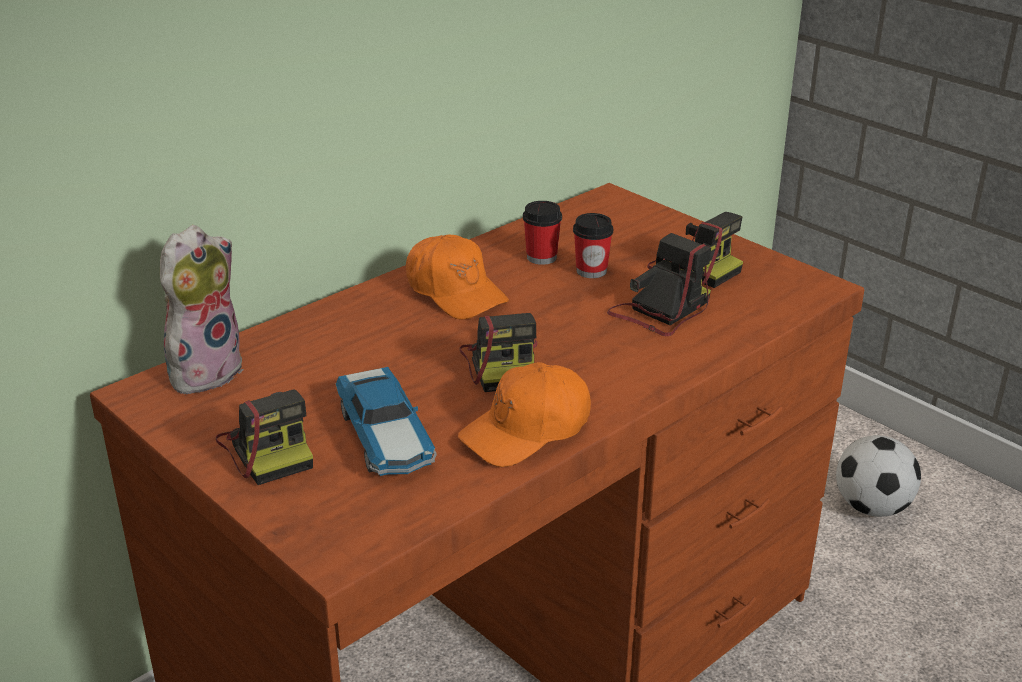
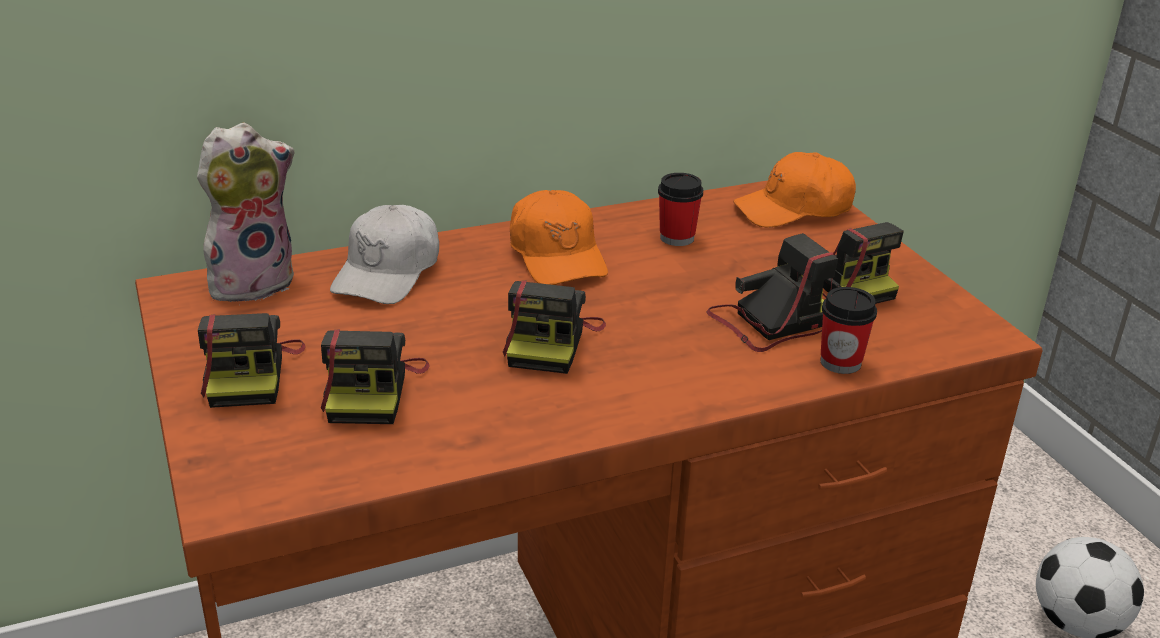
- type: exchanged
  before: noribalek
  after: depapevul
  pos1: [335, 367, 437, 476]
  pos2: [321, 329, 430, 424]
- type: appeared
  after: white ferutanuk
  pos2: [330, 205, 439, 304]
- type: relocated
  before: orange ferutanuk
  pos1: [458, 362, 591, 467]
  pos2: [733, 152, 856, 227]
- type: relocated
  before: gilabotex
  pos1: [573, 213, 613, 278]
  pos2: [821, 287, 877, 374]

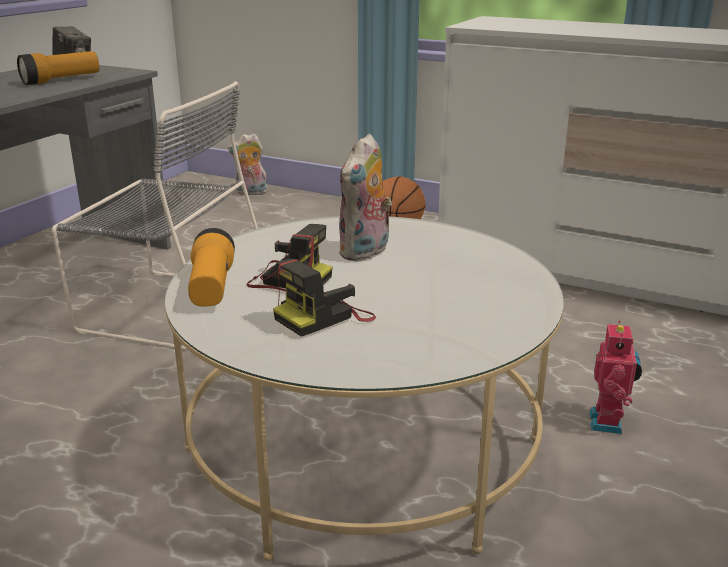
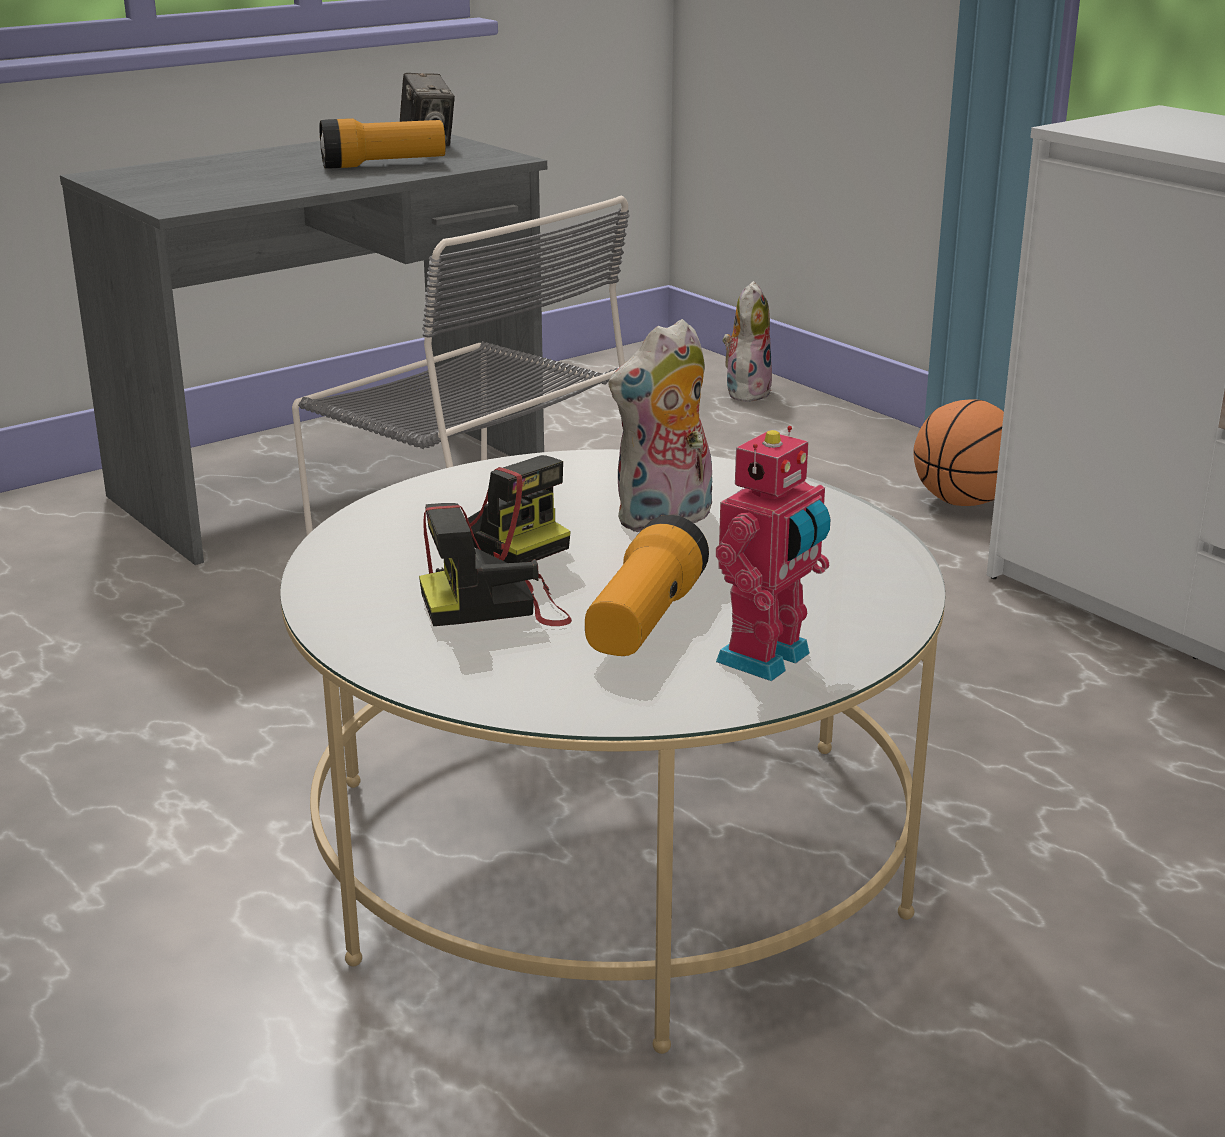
- type: relocated
  before: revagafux
  pos1: [188, 228, 235, 307]
  pos2: [585, 515, 709, 656]
- type: relocated
  before: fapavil
  pos1: [590, 320, 642, 434]
  pos2: [716, 426, 831, 681]
- type: spun
  before: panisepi
  pos1: [228, 133, 268, 195]
  pos2: [722, 281, 772, 402]
  turn: 90

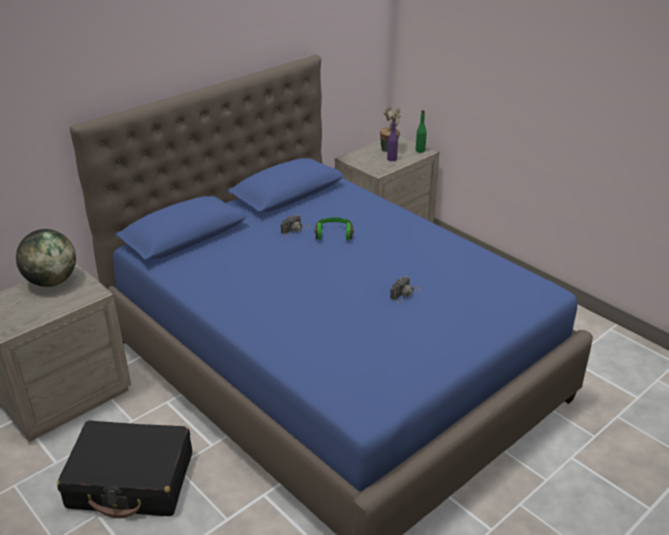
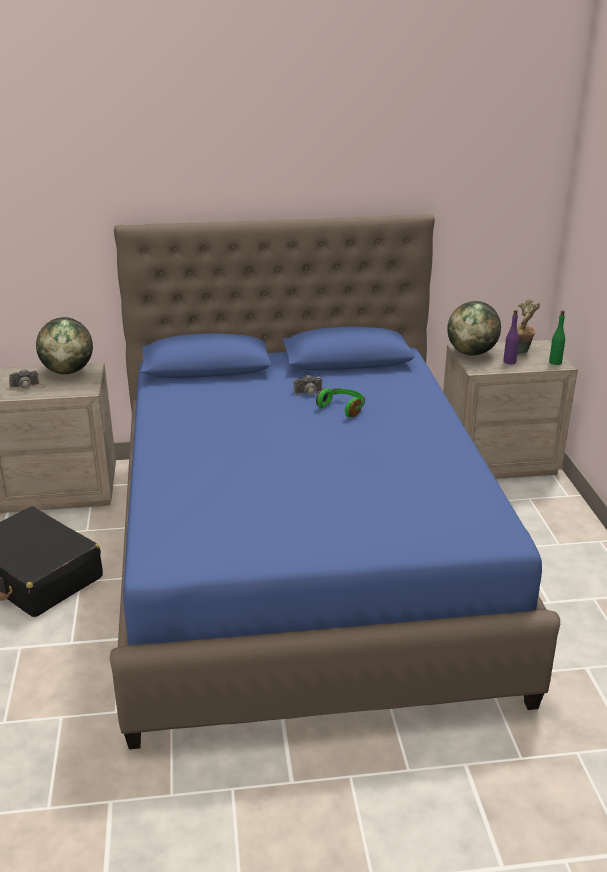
- type: relocated
  before: depapevul
  pos1: [390, 276, 421, 303]
  pos2: [9, 370, 46, 390]
- type: appeared
  after: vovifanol
  pos2: [447, 301, 501, 355]

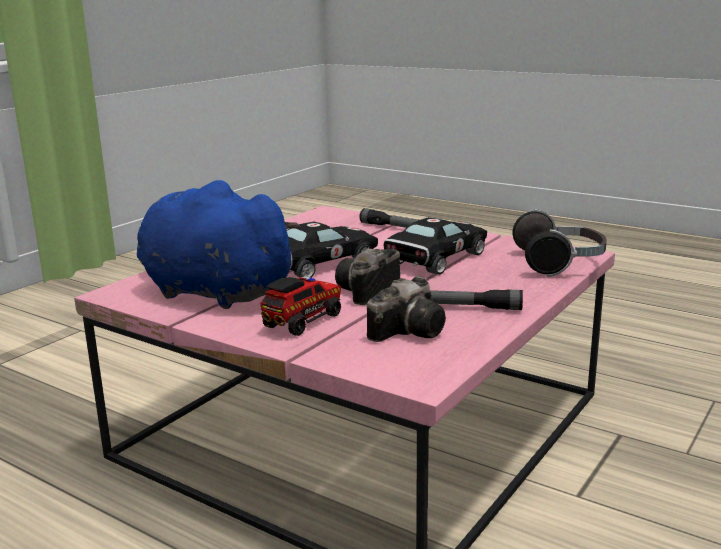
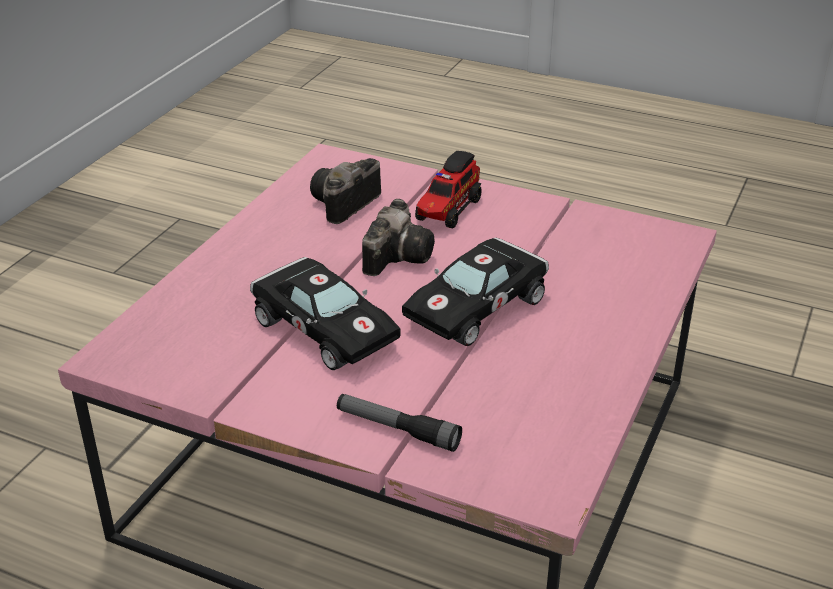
- type: spun
  before: black noribalek
  pos1: [384, 217, 487, 275]
  pos2: [250, 257, 401, 370]
  turn: -75
- type: missing
  before: blue panisepi
  pos1: [137, 180, 300, 309]
- type: missing
  before: revagafux
  pos1: [430, 289, 523, 310]
- type: missing
  before: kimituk
  pos1: [513, 209, 607, 277]

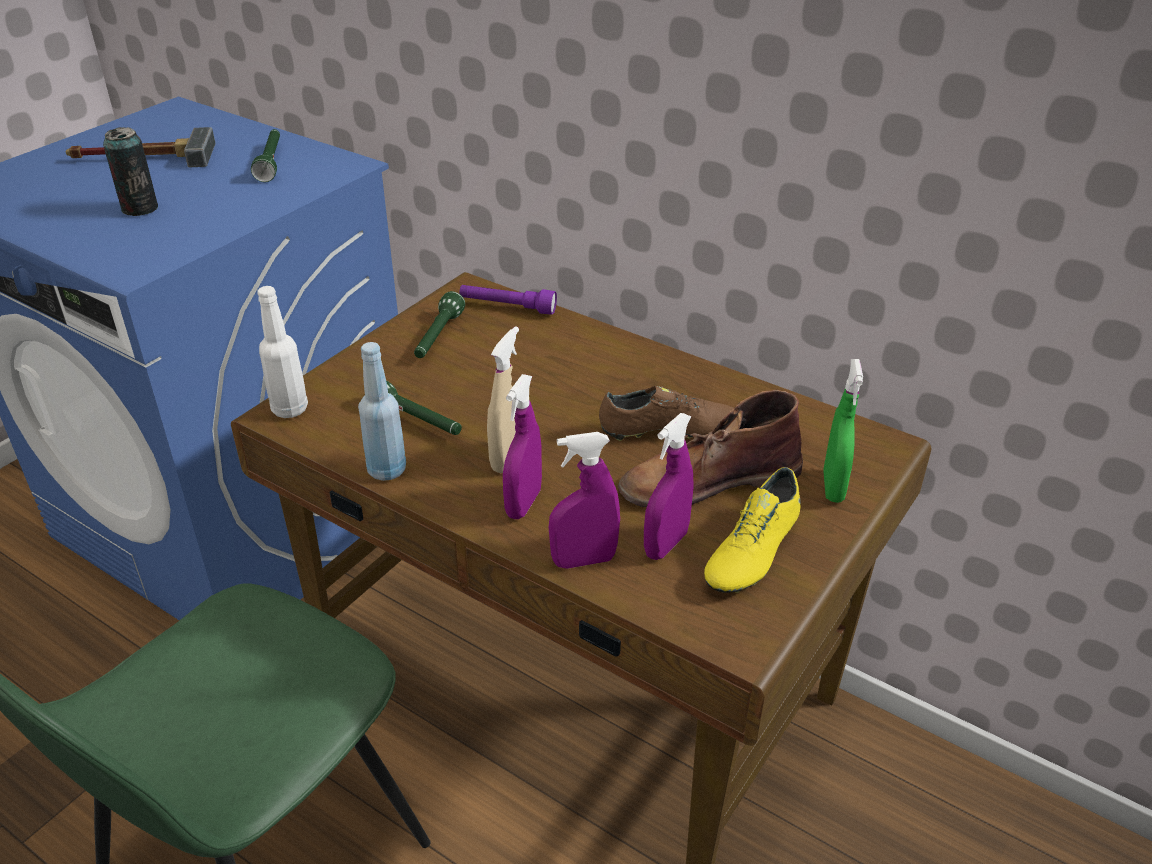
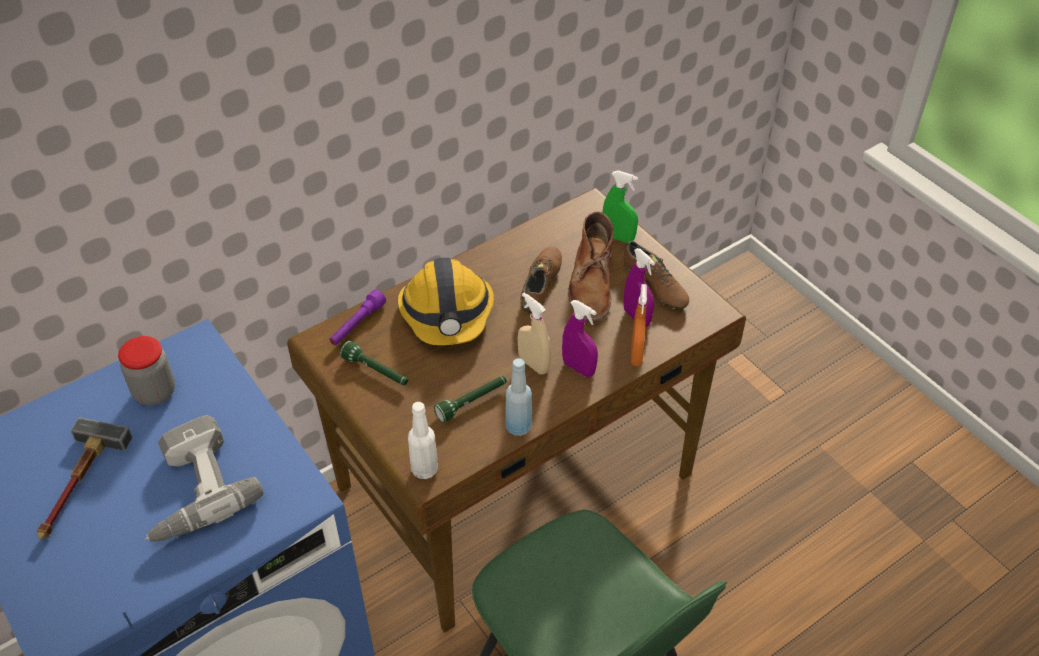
- type: exchanged
  before: green revagafux
  after: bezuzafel
  pos1: [251, 129, 280, 182]
  pos2: [118, 336, 175, 405]
- type: exchanged
  before: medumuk
  after: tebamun
  pos1: [103, 127, 158, 216]
  pos2: [145, 415, 263, 542]
- type: appeared
  after: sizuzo
  pos2: [398, 258, 494, 345]
- type: colour
  before: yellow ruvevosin
  after: brown ruvevosin
  pos1: [704, 467, 801, 593]
  pos2: [624, 241, 689, 309]
- type: colour
  before: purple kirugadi
  after: orange kirugadi
  pos1: [549, 432, 620, 569]
  pos2: [631, 284, 647, 366]

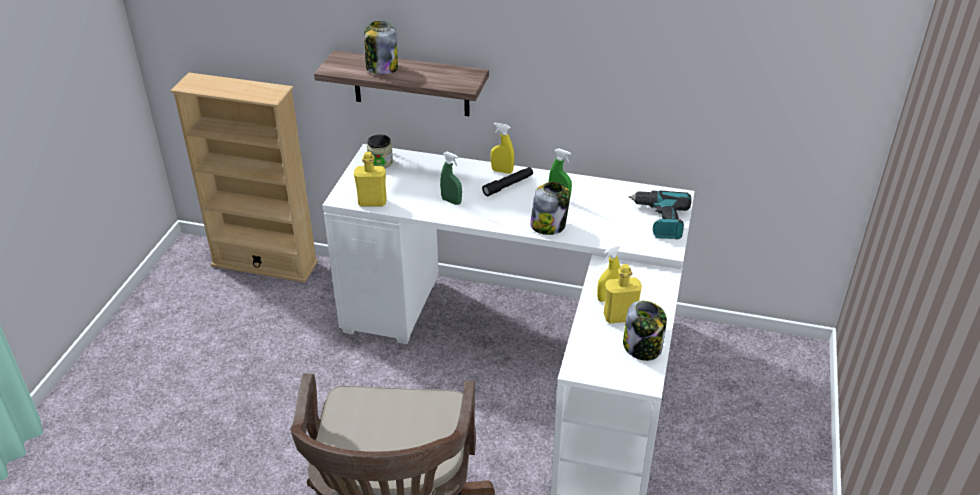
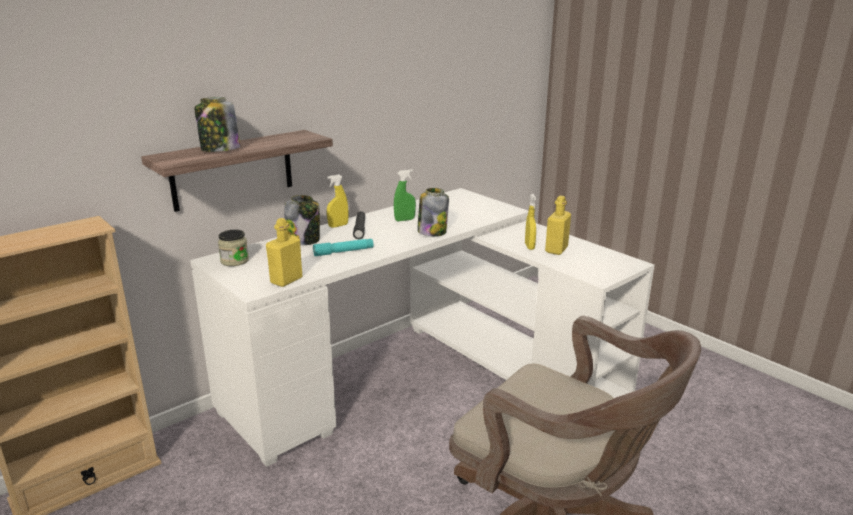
- type: relocated
  before: bezuzafel
  pos1: [623, 301, 667, 361]
  pos2: [284, 195, 320, 245]
- type: exchanged
  before: green kirugadi
  after: turquoise revagafux
  pos1: [440, 152, 462, 205]
  pos2: [313, 239, 374, 256]
- type: missing
  before: tebamun
  pos1: [628, 191, 692, 239]

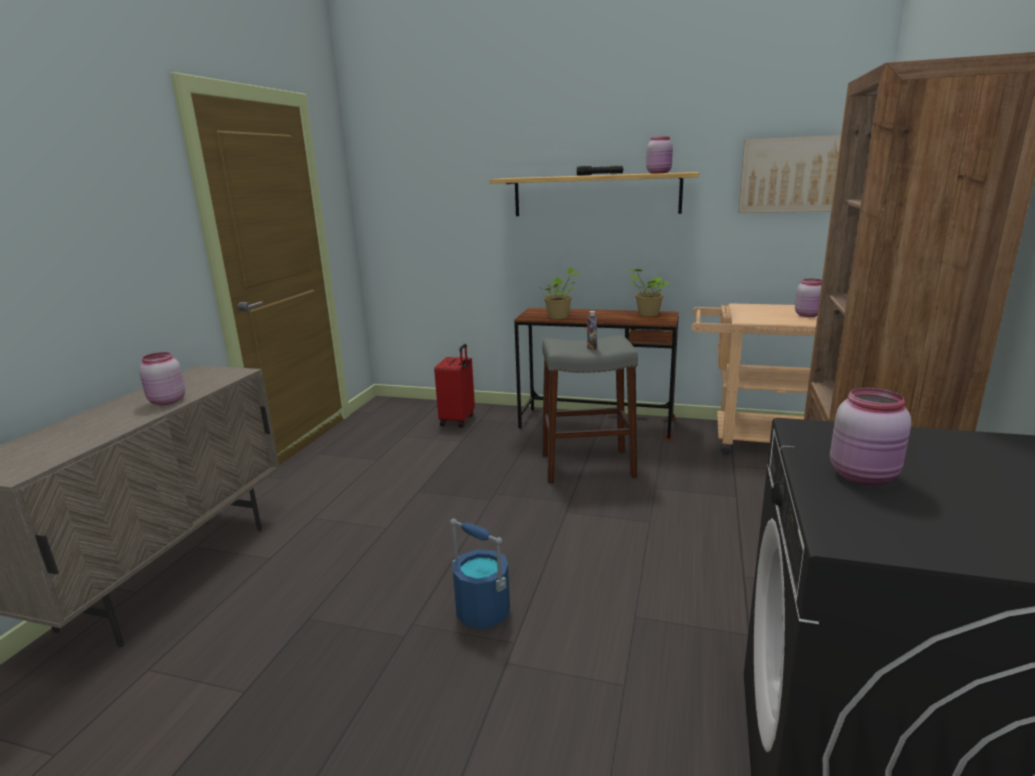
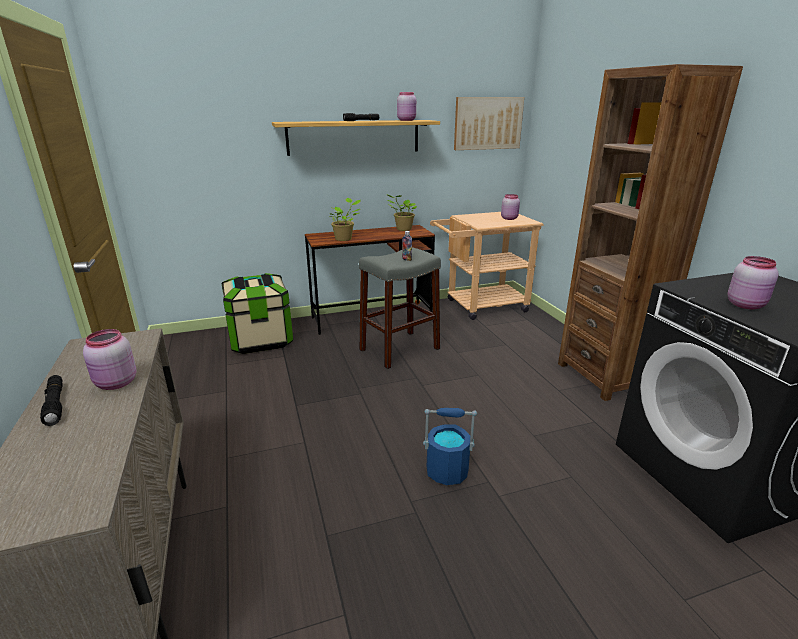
- type: appeared
  after: black revagafux
  pos2: [40, 375, 63, 426]
- type: exchanged
  before: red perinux
  after: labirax
  pos1: [434, 344, 475, 428]
  pos2: [222, 273, 293, 354]

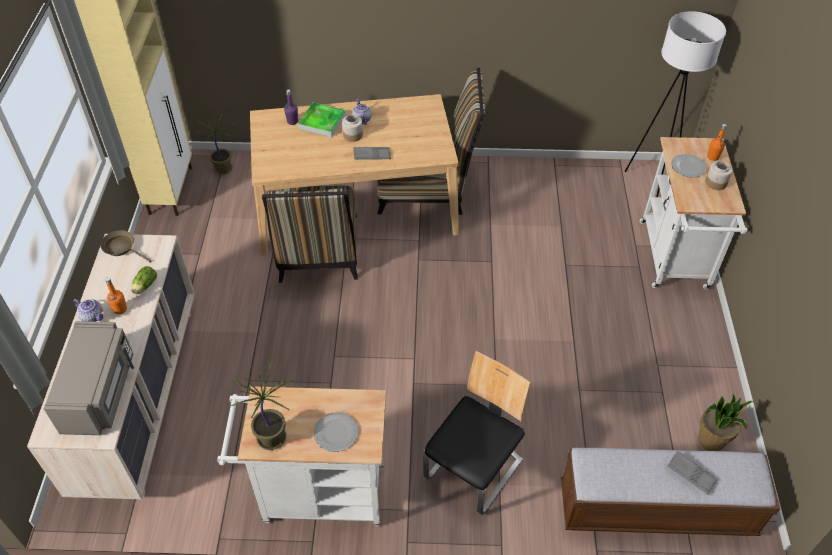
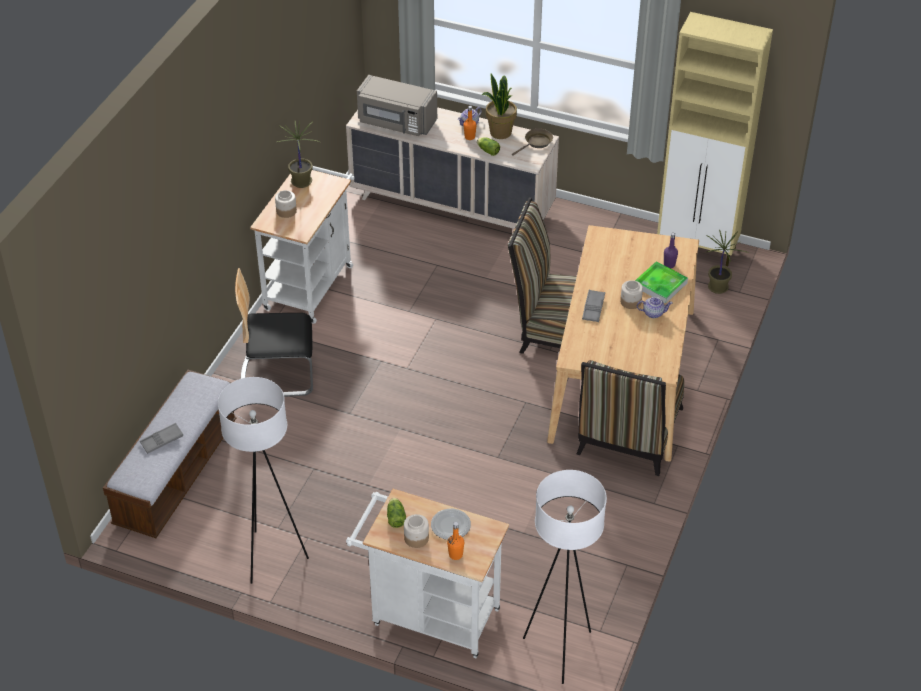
- type: appeared
  after: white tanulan
  pos2: [217, 377, 309, 584]
- type: spun
  before: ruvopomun
  pos1: [423, 351, 531, 515]
  pos2: [235, 268, 313, 397]
  turn: 120
- type: exchanged
  before: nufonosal
  after: bezuzafel
  pos1: [314, 412, 358, 452]
  pos2: [275, 190, 297, 218]
- type: appeared
  after: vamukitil
  pos2: [387, 498, 406, 528]
- type: relocated
  before: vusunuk
  pos1: [698, 394, 753, 451]
  pos2: [482, 74, 517, 139]

